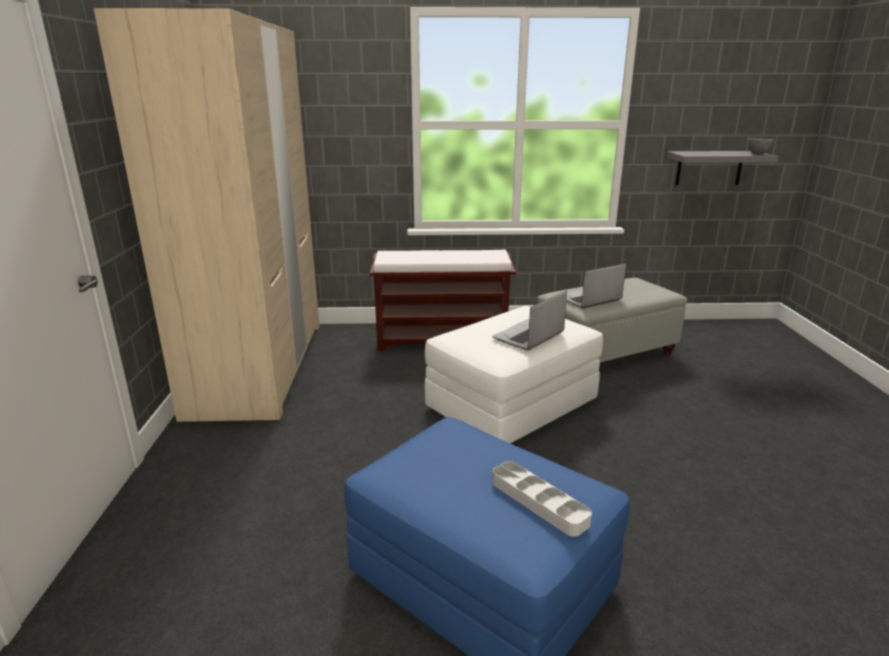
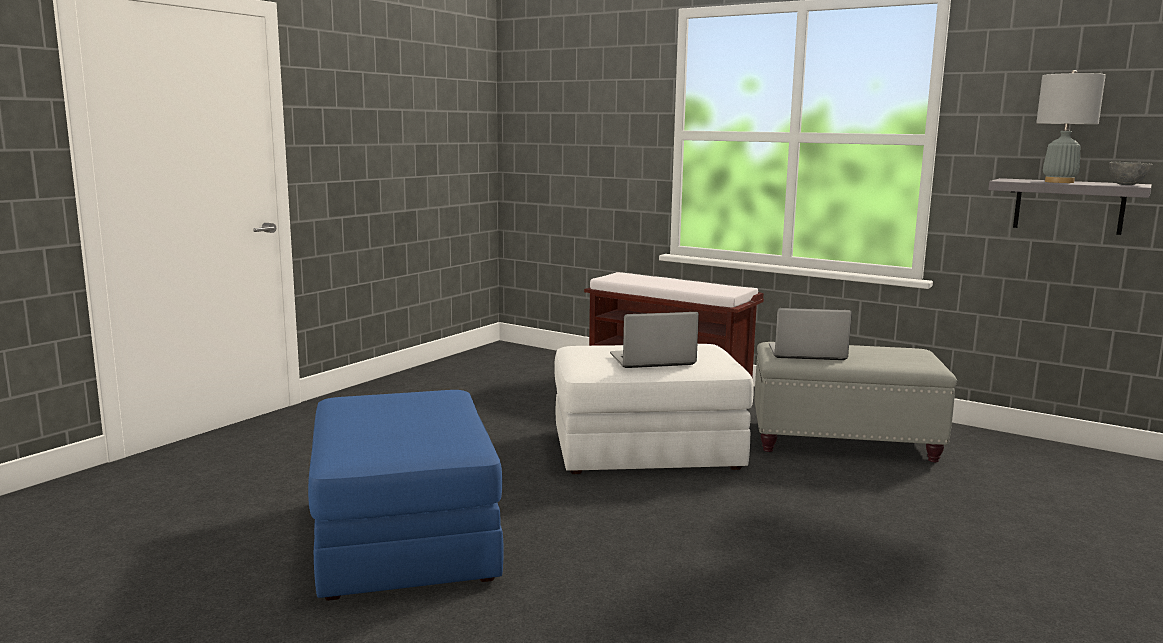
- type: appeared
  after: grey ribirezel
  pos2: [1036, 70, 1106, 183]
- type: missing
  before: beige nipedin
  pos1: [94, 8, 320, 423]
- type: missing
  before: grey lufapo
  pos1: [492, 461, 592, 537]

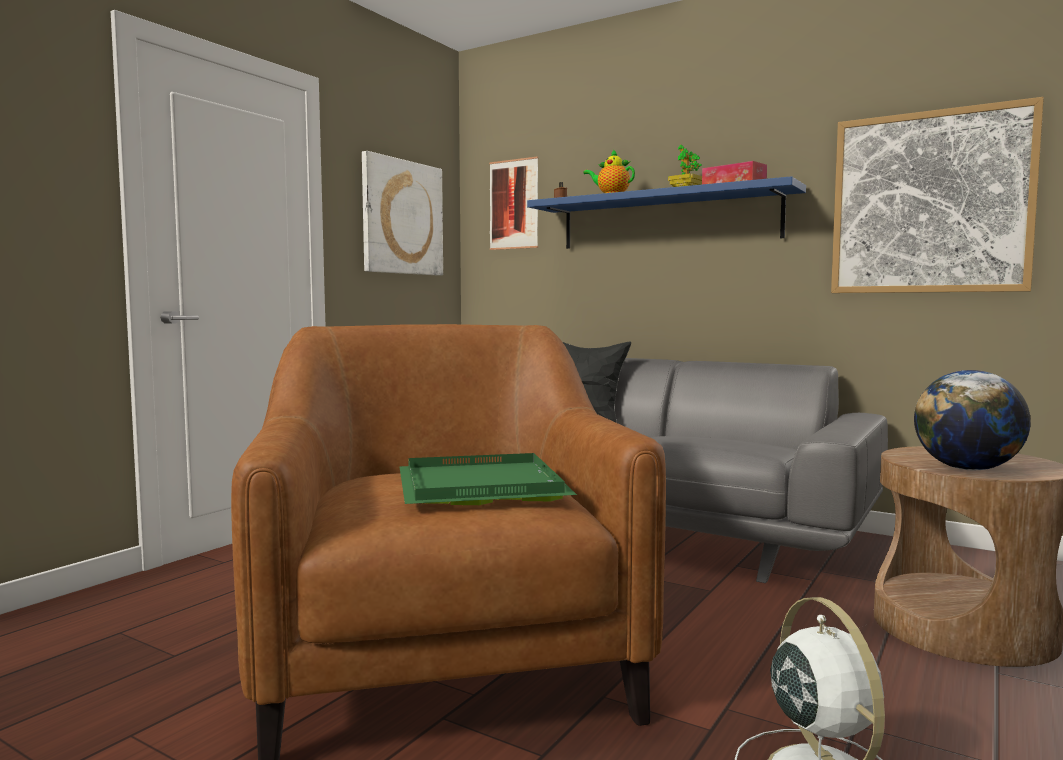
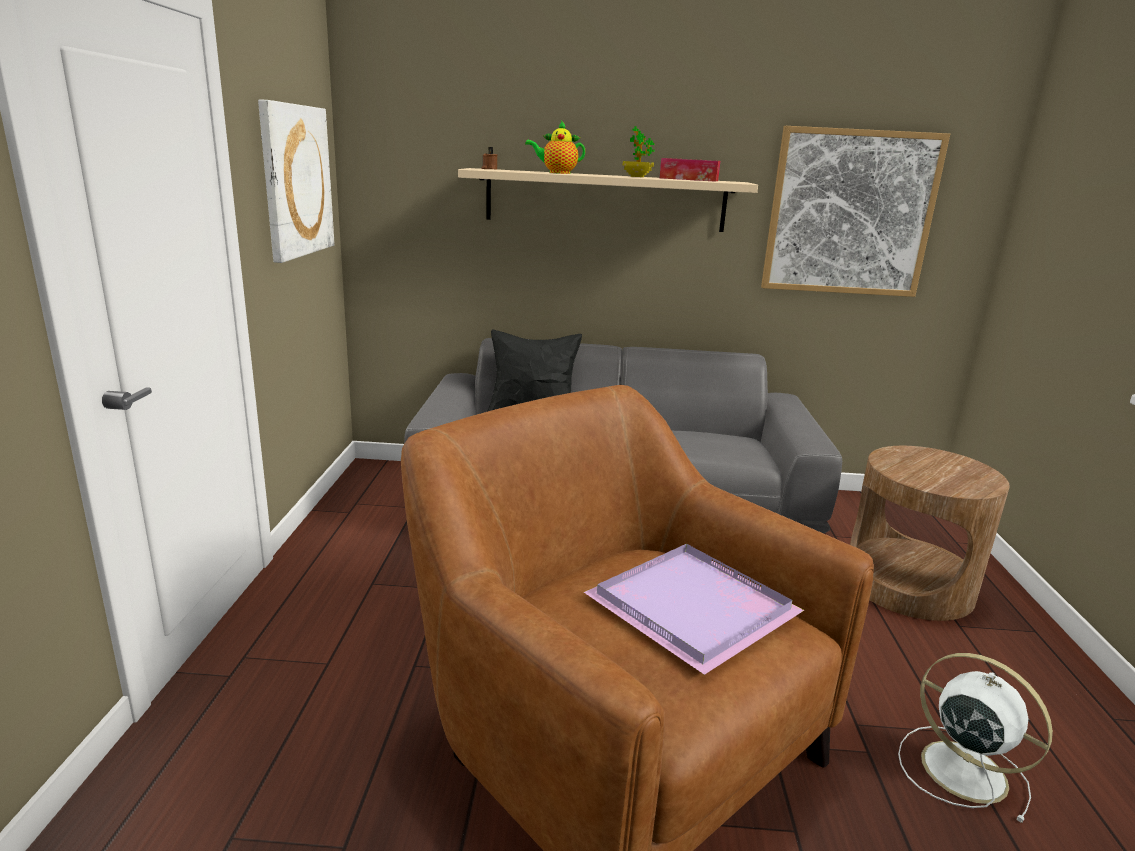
- type: colour
  before: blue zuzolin
  after: beige zuzolin
  pos1: [527, 176, 806, 249]
  pos2: [458, 168, 758, 232]
- type: colour
  before: green lufapo
  after: purple lufapo
  pos1: [399, 453, 577, 505]
  pos2: [584, 544, 804, 675]
- type: missing
  before: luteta
  pos1: [489, 157, 538, 250]
- type: missing
  before: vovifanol
  pos1: [914, 370, 1031, 470]

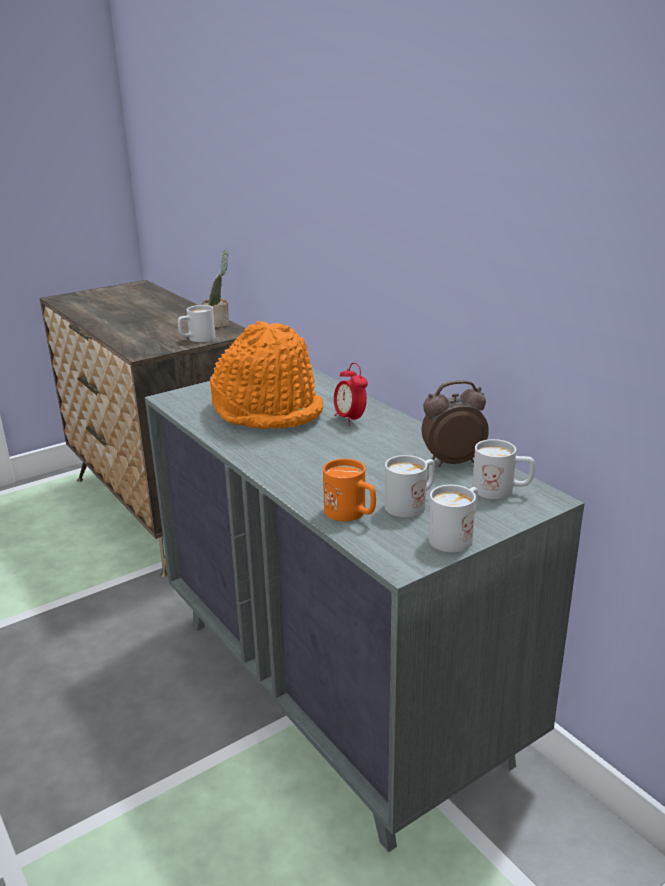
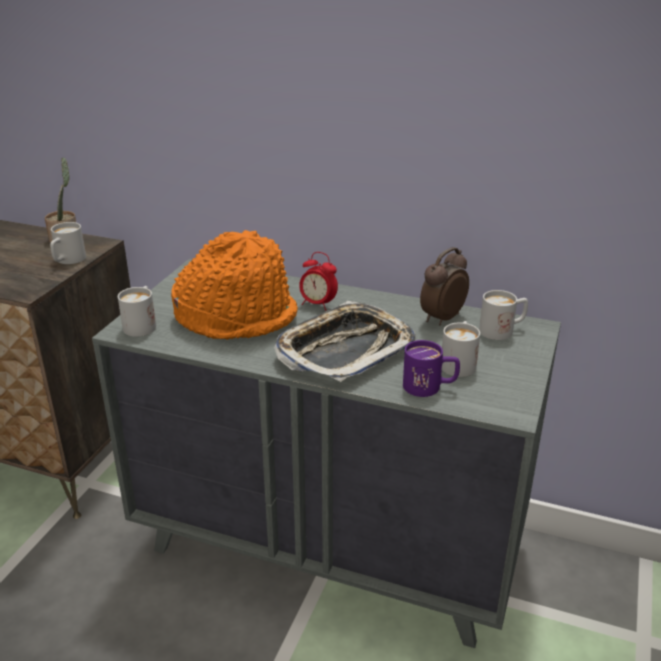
- type: relocated
  before: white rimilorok
  pos1: [428, 485, 478, 552]
  pos2: [118, 286, 156, 337]
- type: appeared
  after: lufapo
  pos2: [274, 301, 416, 382]
- type: colour
  before: orange rimilorok
  after: purple rimilorok
  pos1: [323, 459, 376, 521]
  pos2: [403, 340, 460, 397]

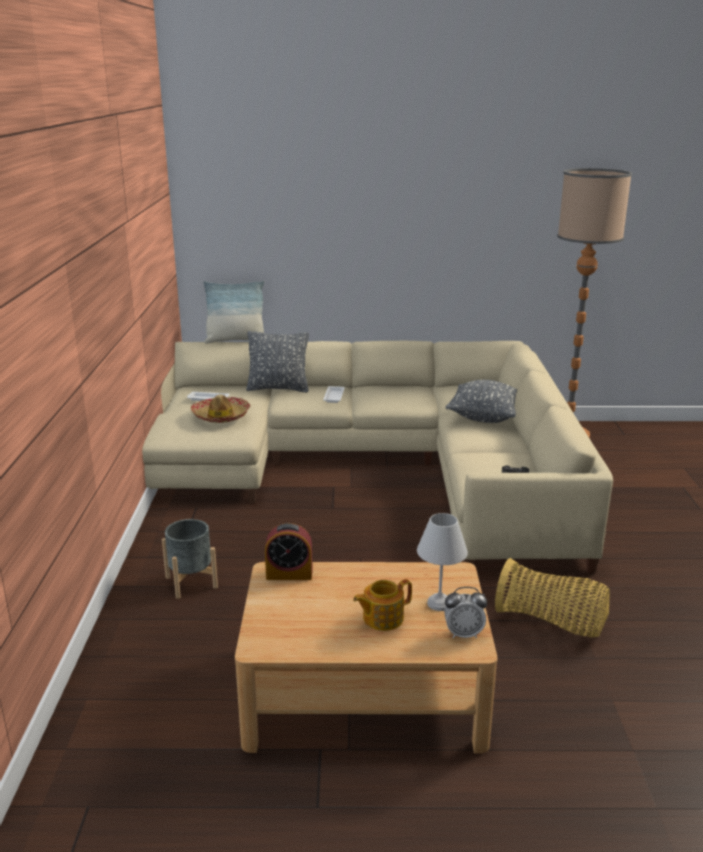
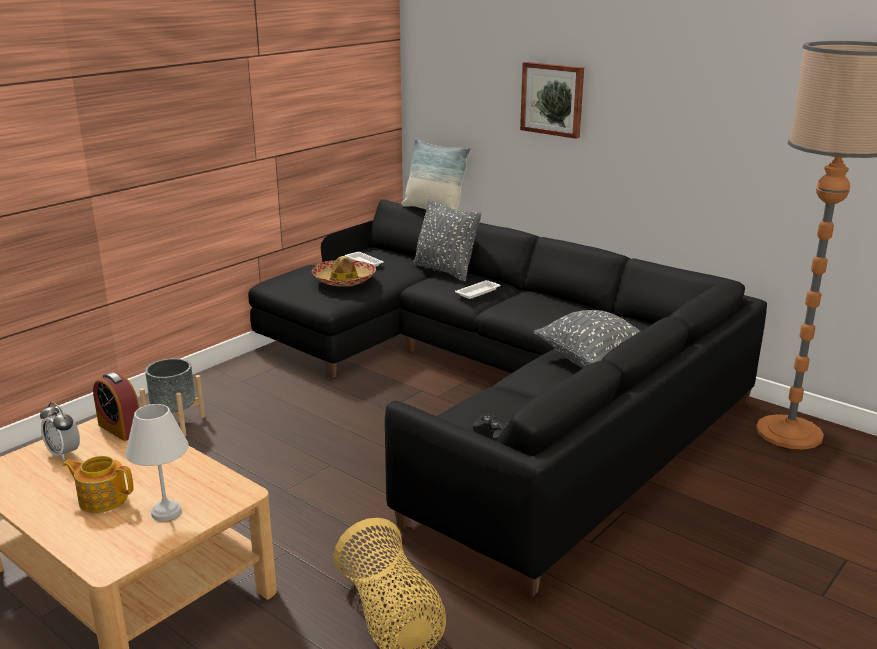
- type: relocated
  before: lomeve
  pos1: [444, 587, 487, 638]
  pos2: [40, 402, 80, 460]
- type: colour
  before: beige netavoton
  after: black netavoton
  pos1: [142, 341, 613, 573]
  pos2: [248, 200, 767, 597]
- type: appeared
  after: luteta
  pos2: [520, 62, 584, 139]

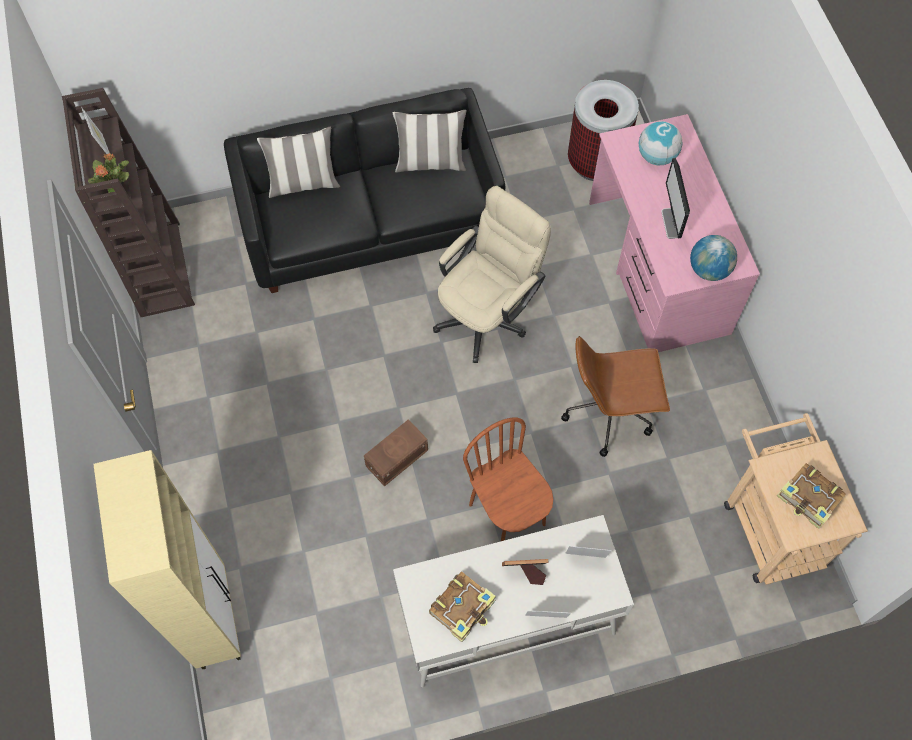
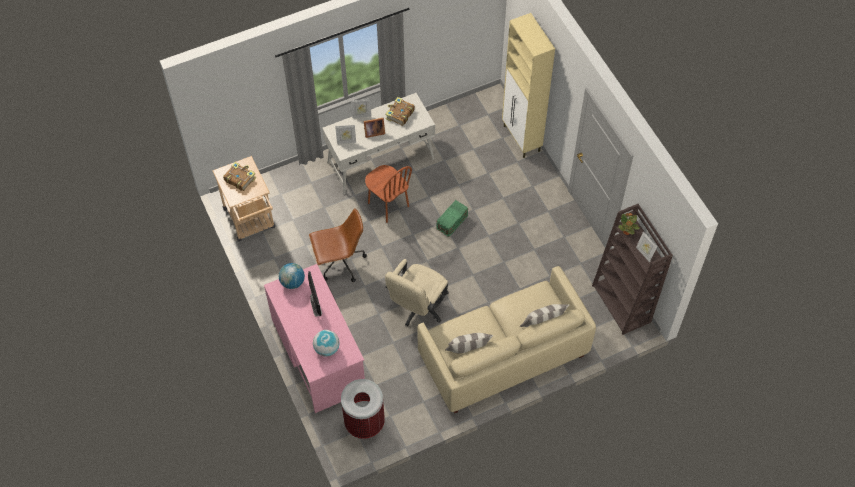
- type: colour
  before: black netavoton
  after: beige netavoton
  pos1: [224, 88, 505, 293]
  pos2: [417, 266, 596, 413]
- type: colour
  before: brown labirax
  after: green labirax
  pos1: [364, 419, 428, 487]
  pos2: [437, 200, 468, 237]

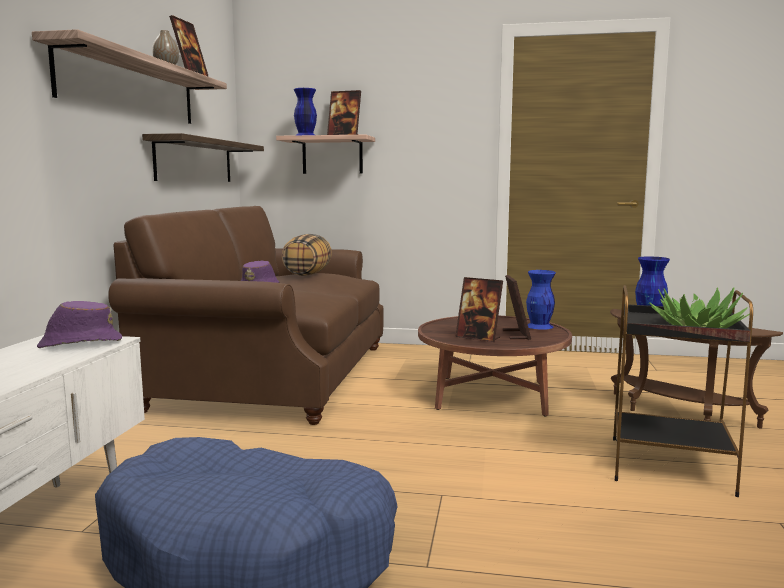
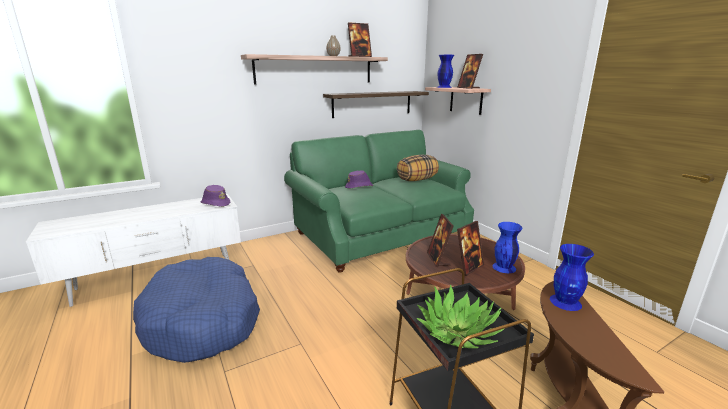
- type: colour
  before: brown netavoton
  after: green netavoton
  pos1: [108, 206, 384, 425]
  pos2: [284, 130, 474, 273]

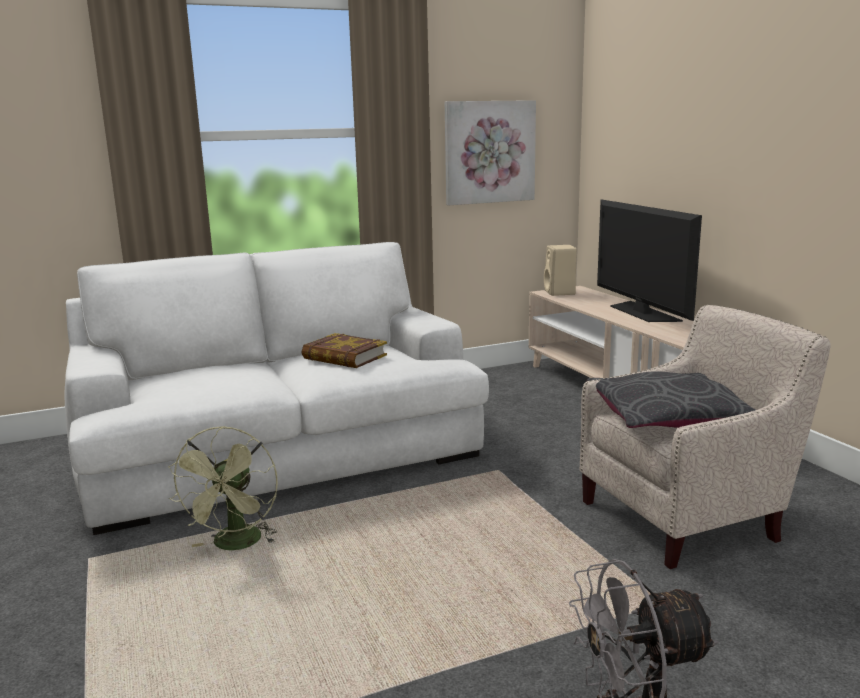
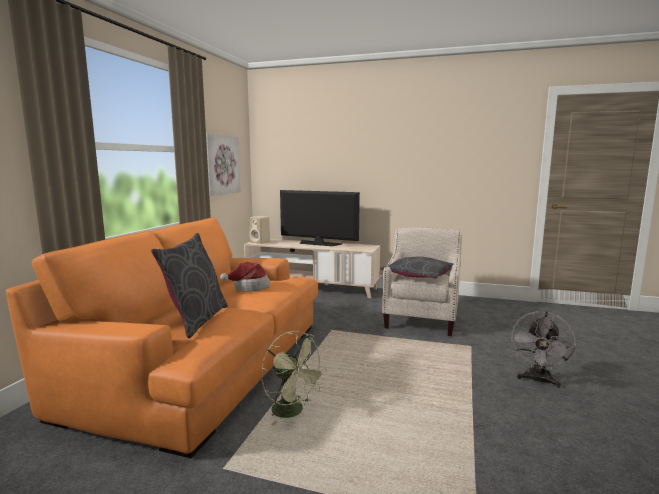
- type: colour
  before: white netavoton
  after: orange netavoton
  pos1: [64, 242, 489, 535]
  pos2: [6, 218, 318, 458]
- type: appeared
  after: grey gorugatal
  pos2: [151, 233, 228, 338]
- type: exchanged
  before: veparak
  after: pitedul
  pos1: [301, 333, 387, 368]
  pos2: [220, 262, 270, 292]

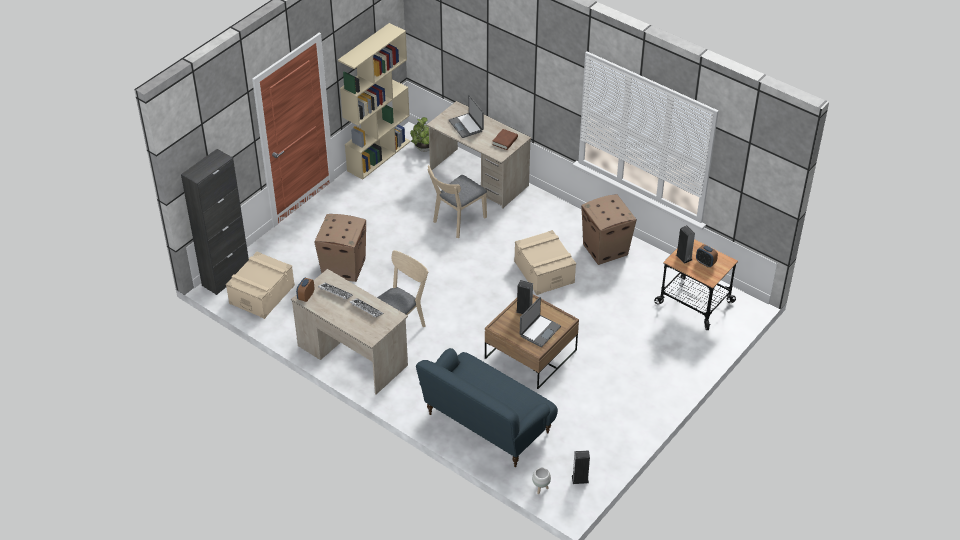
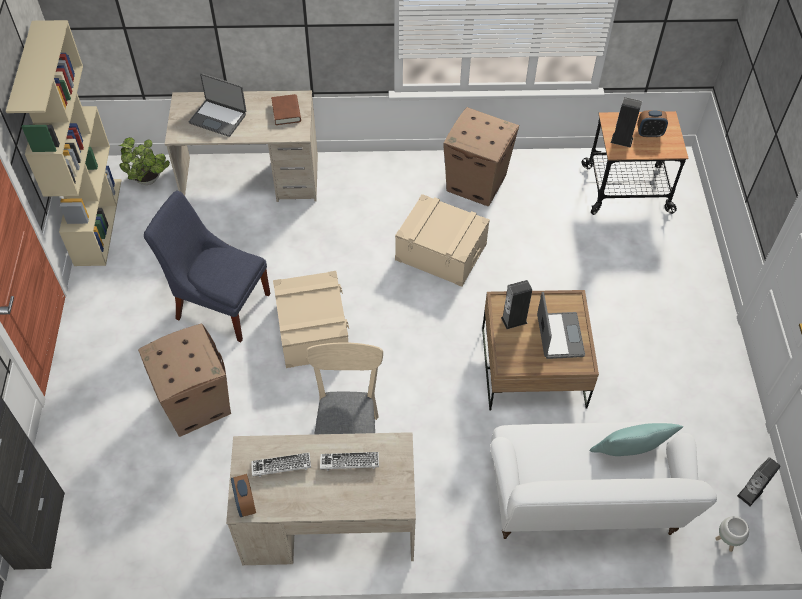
- type: appeared
  after: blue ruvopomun
  pos2: [144, 191, 270, 342]
- type: relocated
  before: beige labirax
  pos1: [226, 252, 295, 319]
  pos2: [273, 271, 349, 368]
- type: colour
  before: blue netavoton
  after: white netavoton
  pos1: [416, 348, 558, 467]
  pos2: [490, 422, 717, 539]
- type: appeared
  after: turquoise gorugatal
  pos2: [590, 423, 683, 456]
- type: missing
  before: beige ruvopomun
  pos1: [427, 165, 487, 238]

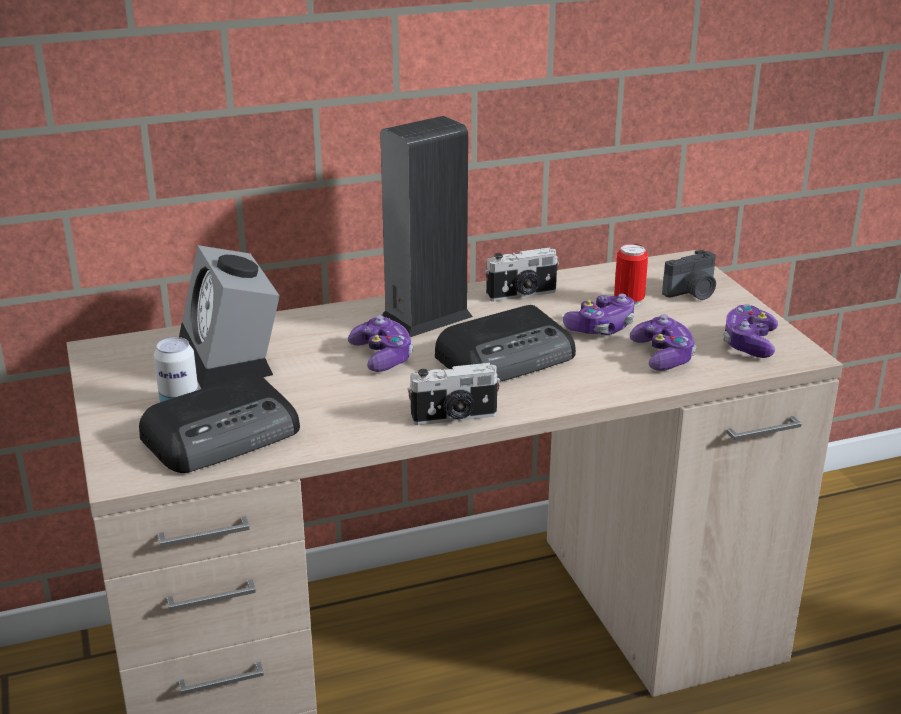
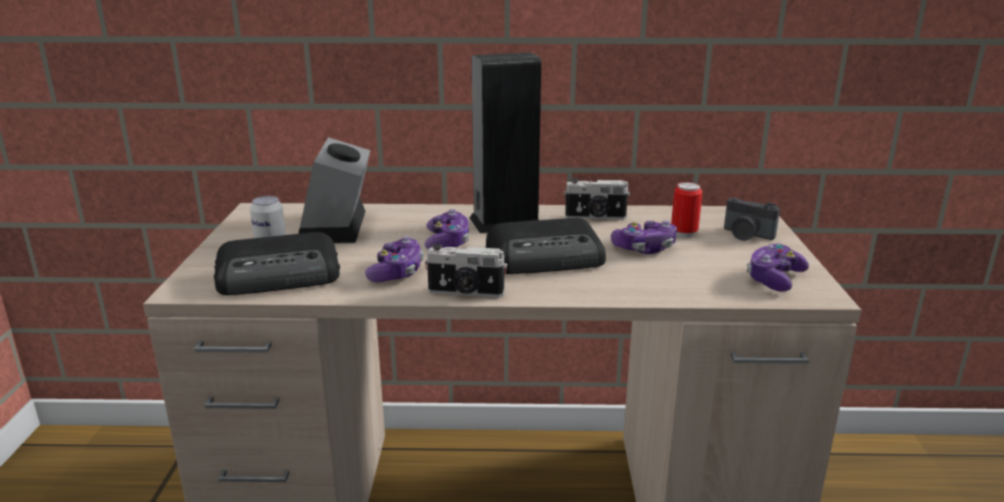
- type: relocated
  before: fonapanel
  pos1: [630, 315, 696, 371]
  pos2: [365, 236, 424, 282]
- type: spun
  before: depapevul
  pos1: [662, 250, 716, 300]
  pos2: [724, 198, 780, 241]
  turn: 45

